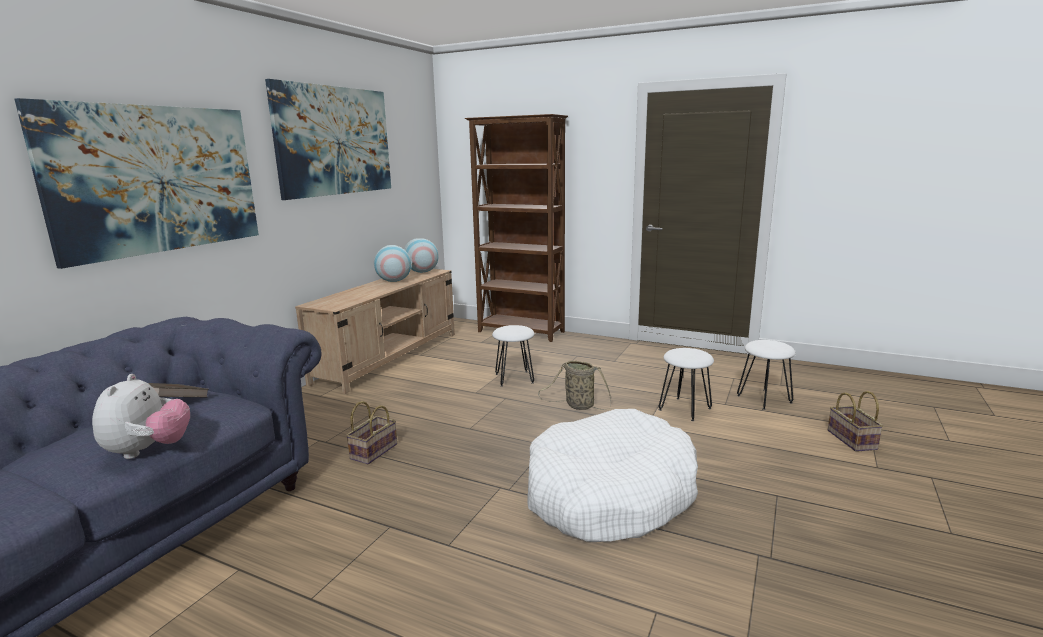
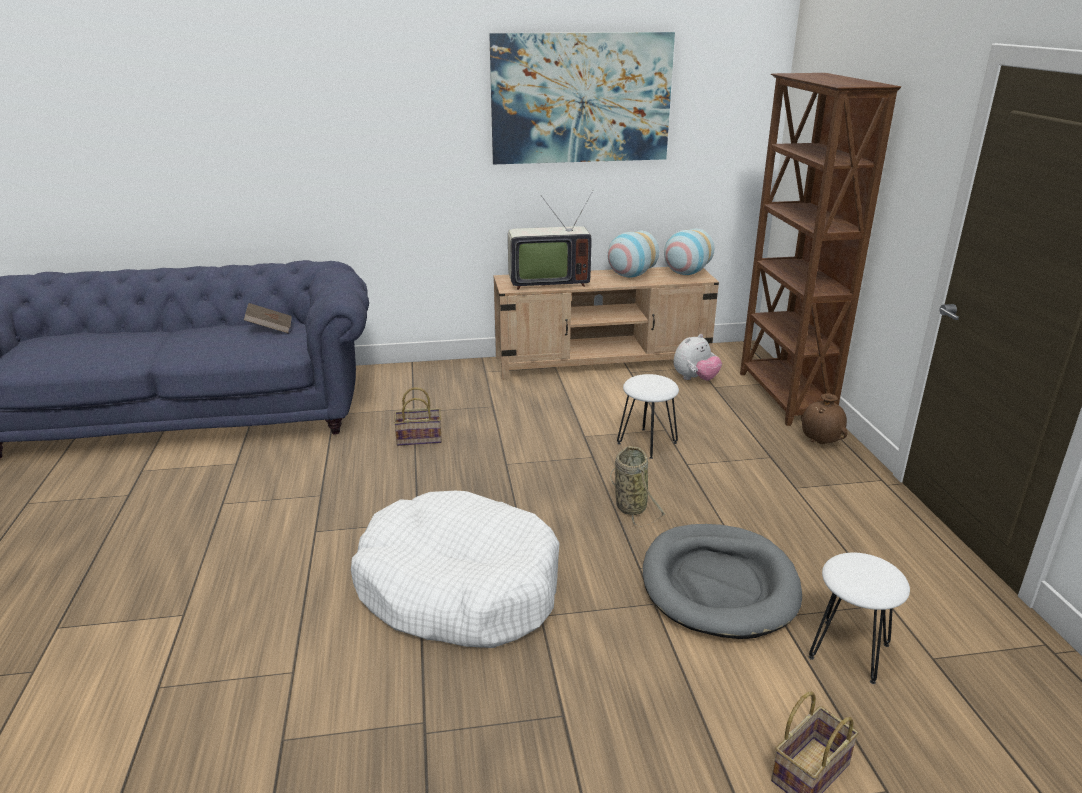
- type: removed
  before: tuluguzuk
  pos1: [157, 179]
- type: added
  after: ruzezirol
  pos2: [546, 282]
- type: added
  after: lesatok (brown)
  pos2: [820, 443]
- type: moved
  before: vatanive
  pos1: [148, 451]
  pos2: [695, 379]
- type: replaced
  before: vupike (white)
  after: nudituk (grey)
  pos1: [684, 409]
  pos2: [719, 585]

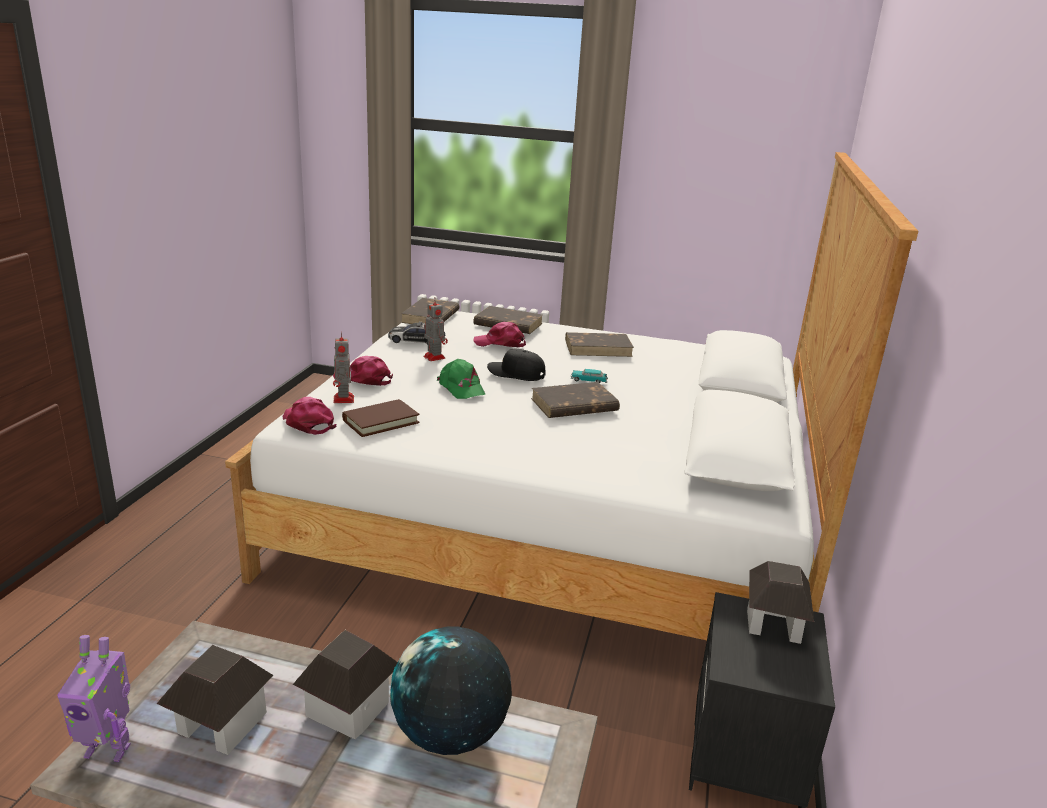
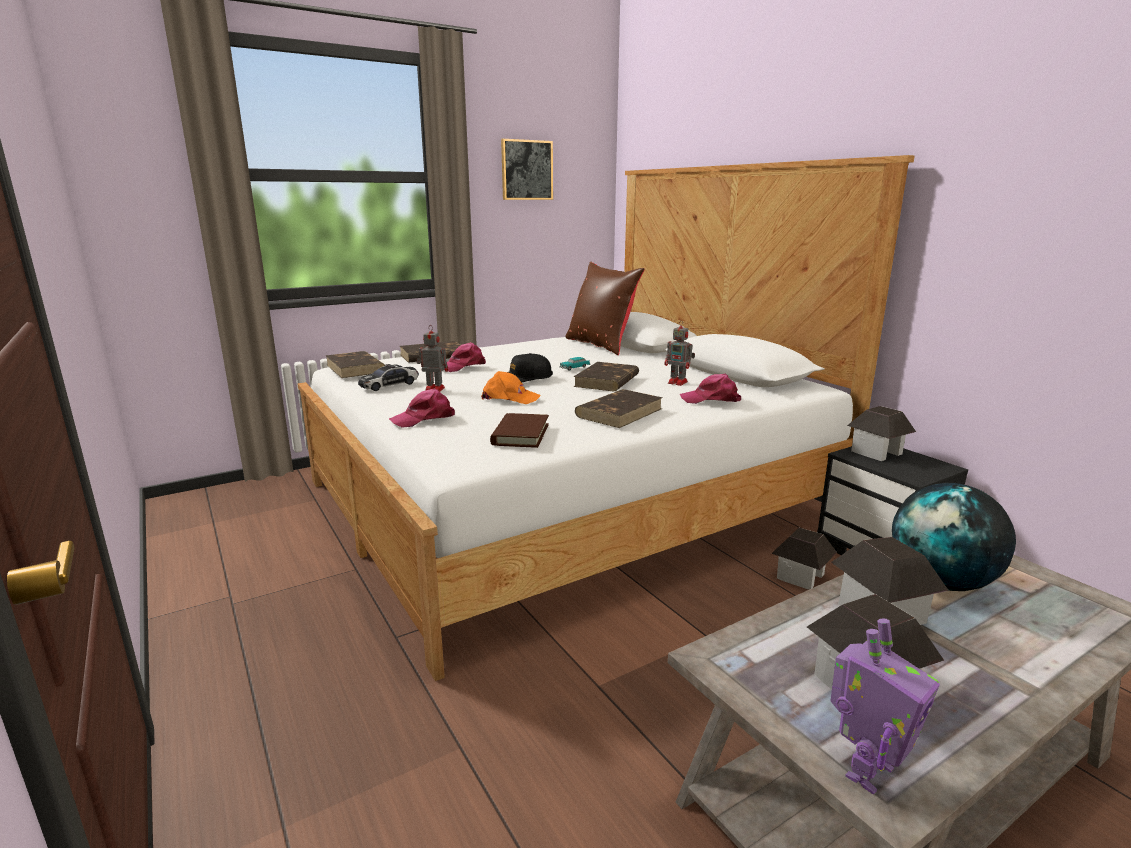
- type: added
  after: tuluguzuk
  pos2: [527, 170]
- type: added
  after: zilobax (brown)
  pos2: [601, 345]
- type: added
  after: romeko
  pos2: [800, 576]
- type: moved
  before: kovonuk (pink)
  pos1: [308, 422]
  pos2: [711, 399]
- type: moved
  before: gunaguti
  pos1: [343, 400]
  pos2: [678, 382]
- type: moved
  before: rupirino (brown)
  pos1: [598, 348]
  pos2: [619, 412]
- type: recoloured
  before: kovonuk (green)
  after: kovonuk (orange)
  pos1: [461, 388]
  pos2: [509, 398]

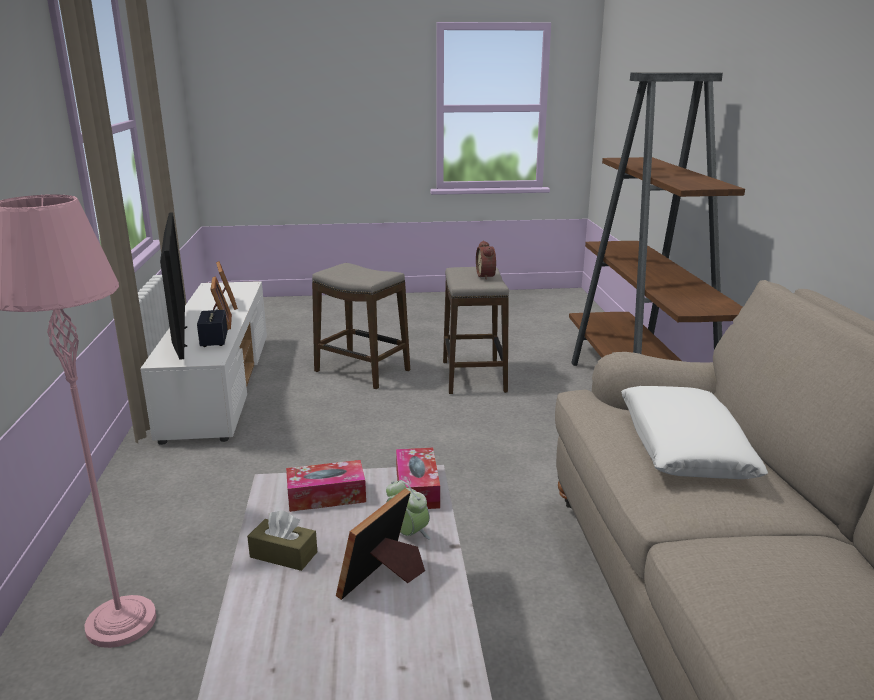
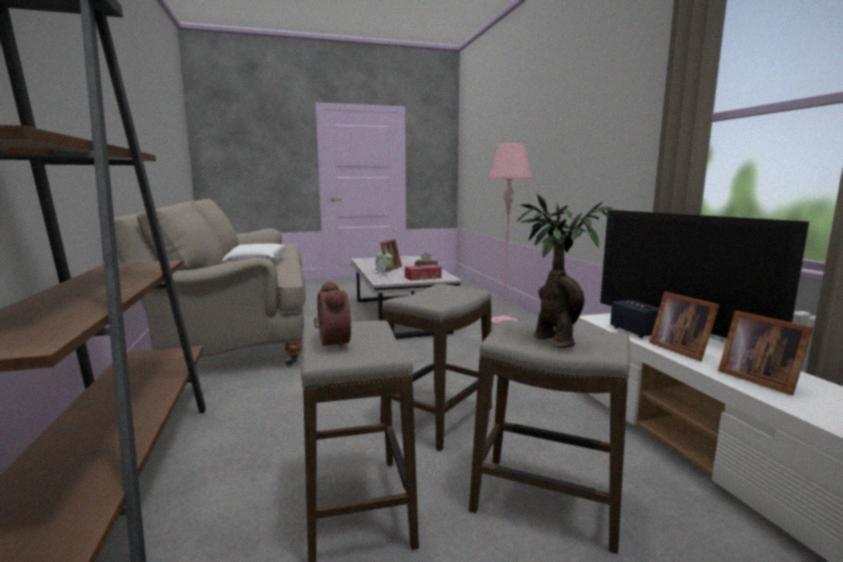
- type: removed
  before: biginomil
  pos1: [417, 488]
- type: added
  after: vupike
  pos2: [438, 418]
- type: added
  after: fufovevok
  pos2: [552, 340]

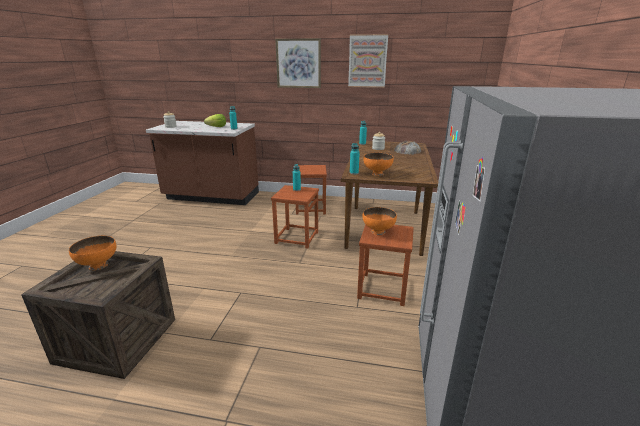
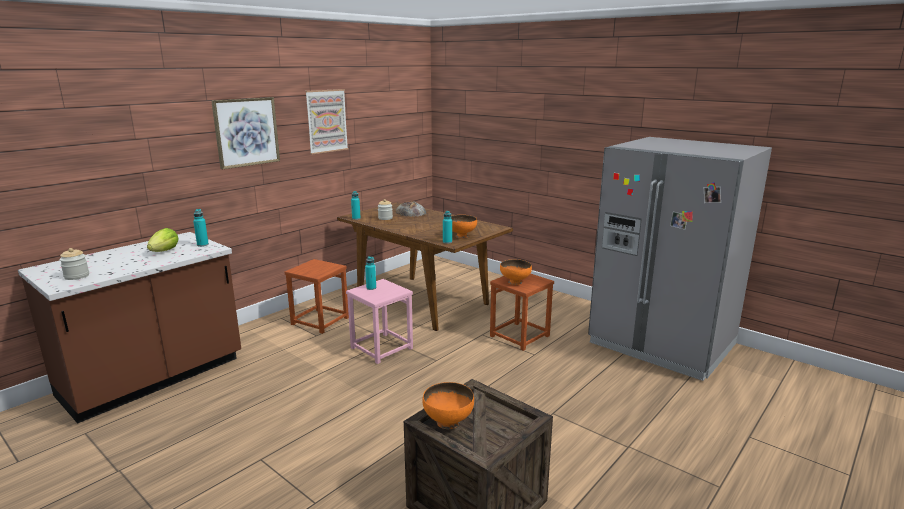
- type: recoloured
  before: vupike (brown)
  after: vupike (pink)
  pos1: [296, 238]
  pos2: [381, 348]

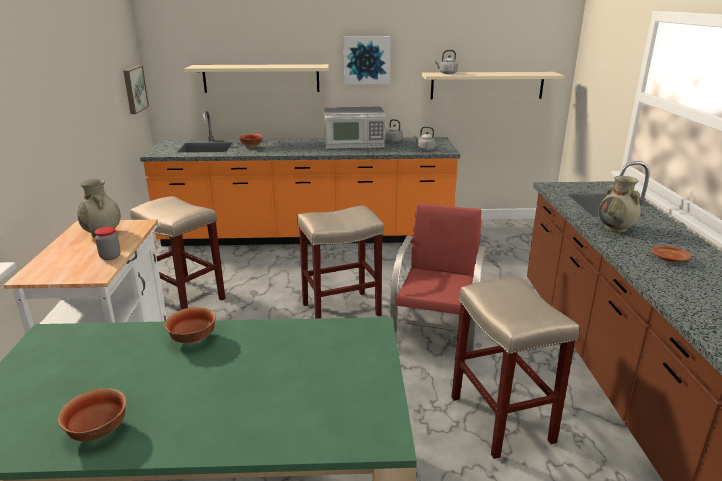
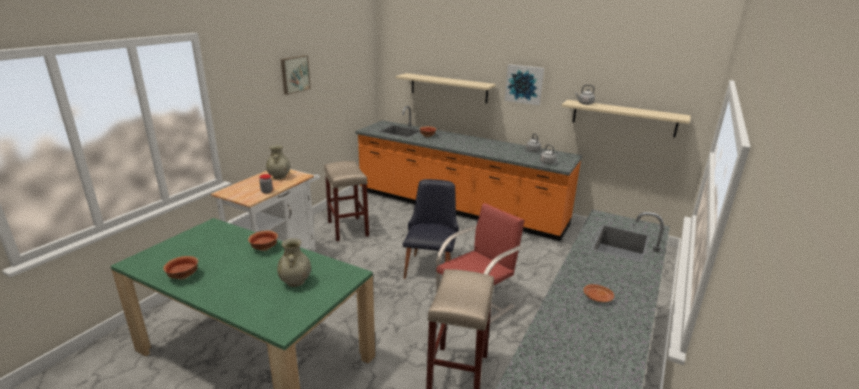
- type: removed
  before: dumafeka
  pos1: [354, 144]
- type: moved
  before: tuluguzuk
  pos1: [134, 89]
  pos2: [294, 74]
- type: moved
  before: lesatok (beige)
  pos1: [616, 228]
  pos2: [295, 282]
- type: replaced
  before: vupike (beige)
  after: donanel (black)
  pos1: [342, 309]
  pos2: [430, 265]

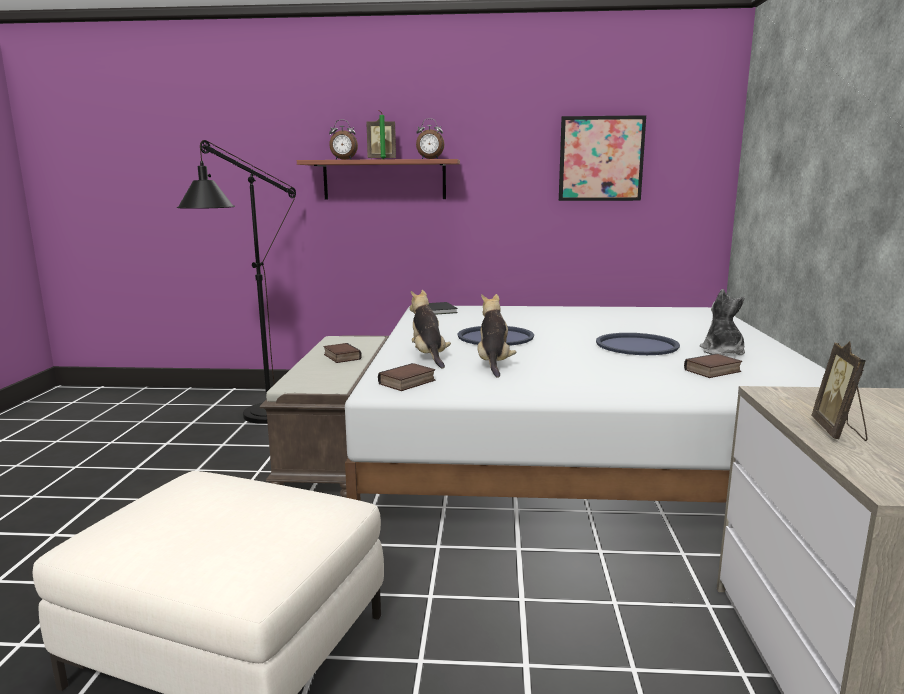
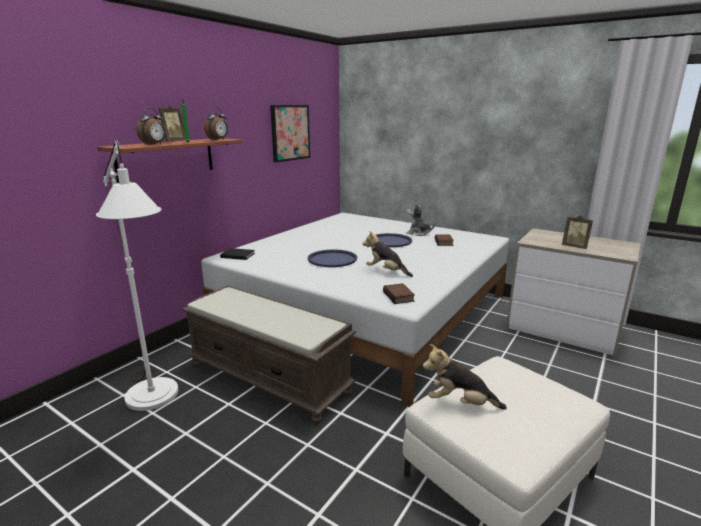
- type: removed
  before: rupirino
  pos1: [340, 357]
- type: moved
  before: vatanive
  pos1: [429, 356]
  pos2: [460, 403]
- type: recoloured
  before: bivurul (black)
  after: bivurul (white)
  pos1: [259, 419]
  pos2: [155, 402]

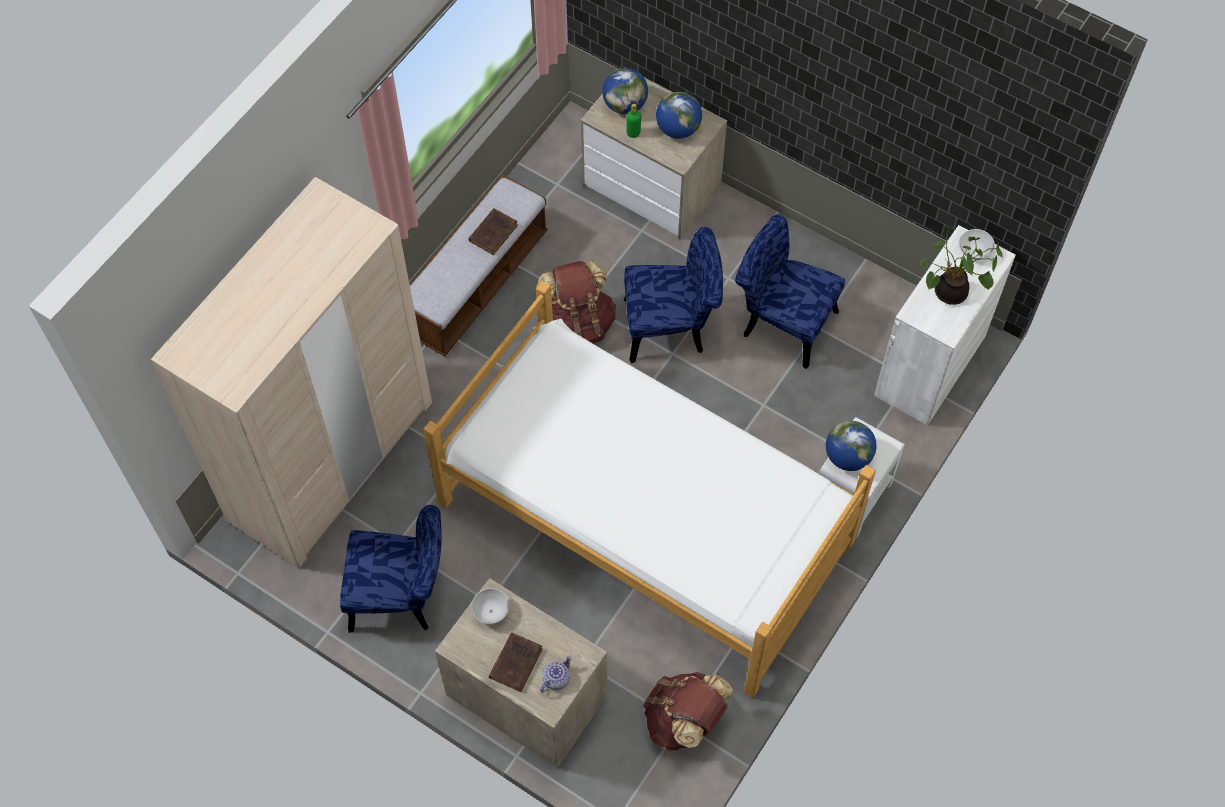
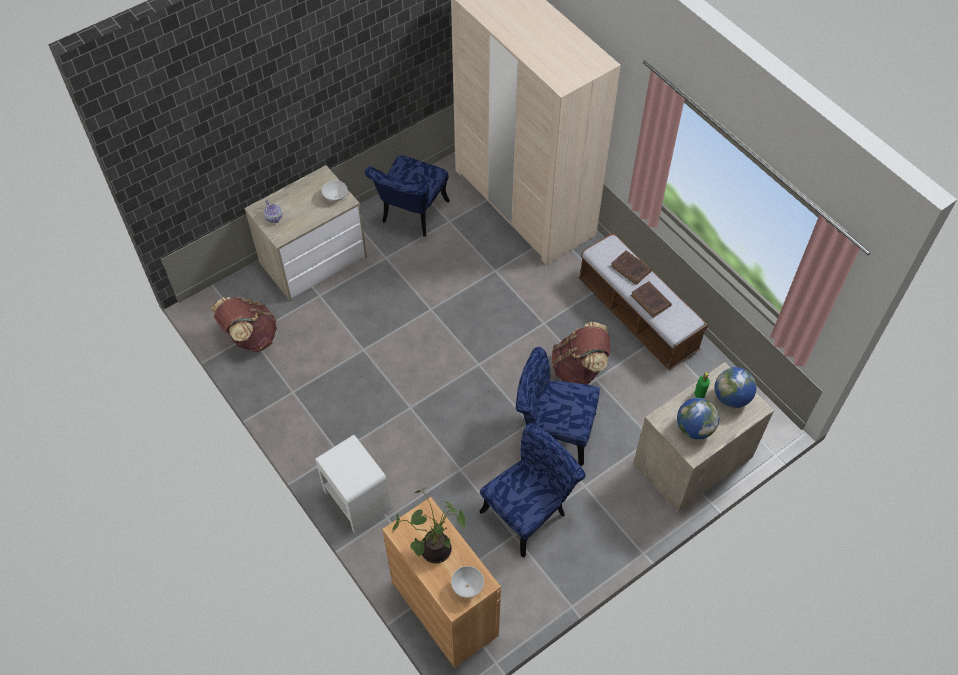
- type: removed
  before: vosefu
  pos1: [645, 523]
- type: removed
  before: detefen
  pos1: [848, 457]
- type: moved
  before: rupirino (brown)
  pos1: [516, 662]
  pos2: [631, 269]
- type: recoloured
  before: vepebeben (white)
  after: vepebeben (brown)
  pos1: [930, 365]
  pos2: [444, 608]
- type: turned
  before: donanel (blue)
  pos1: [672, 327]
  pos2: [553, 430]
  turn: 90

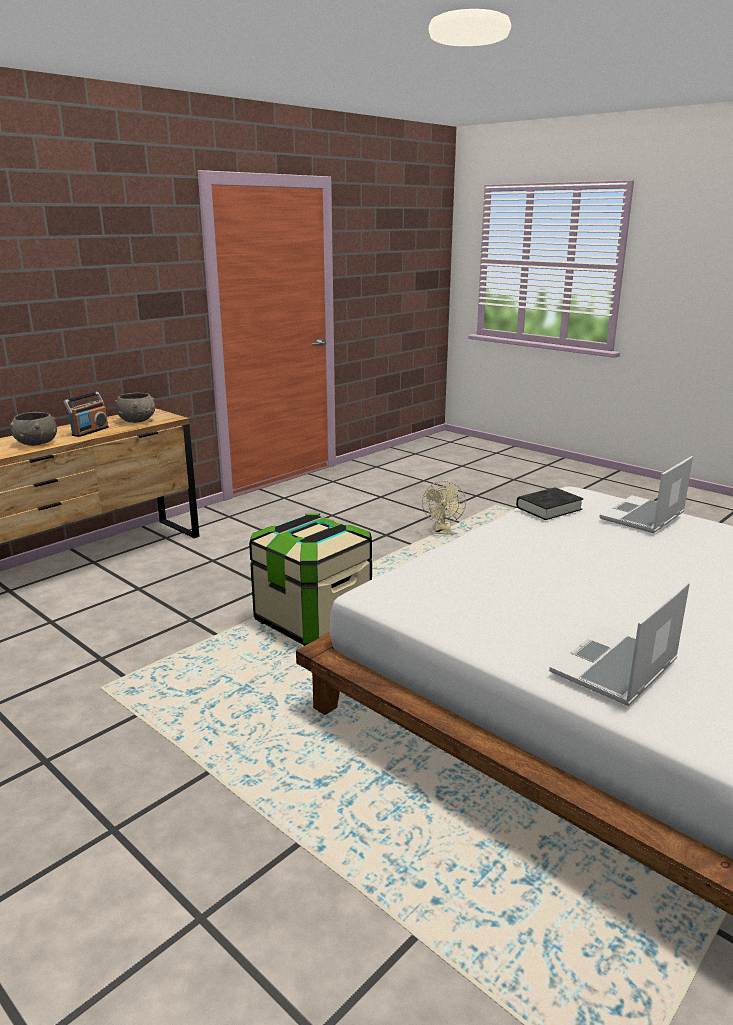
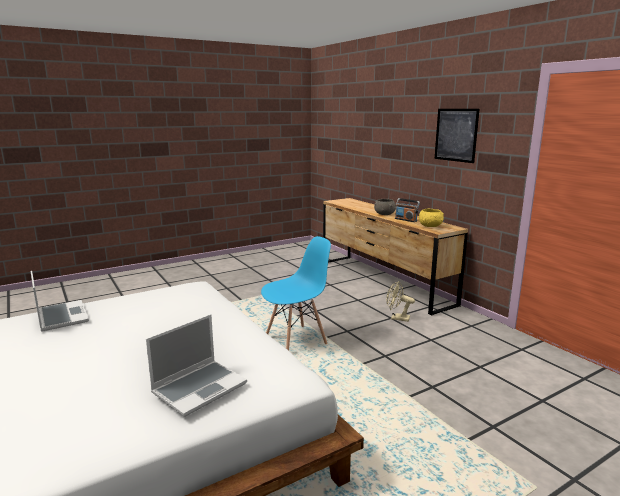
- type: removed
  before: rupirino (black)
  pos1: [549, 508]
- type: added
  after: tuluguzuk
  pos2: [456, 135]
- type: moved
  before: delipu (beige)
  pos1: [443, 532]
  pos2: [397, 318]
- type: replaced
  before: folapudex
  after: donanel (blue)
  pos1: [313, 620]
  pos2: [296, 340]
- type: recoloured
  before: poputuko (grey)
  after: poputuko (yellow)
  pos1: [137, 420]
  pos2: [430, 226]
- type: turned
  before: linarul
  pos1: [643, 517]
  pos2: [200, 388]
  turn: 75

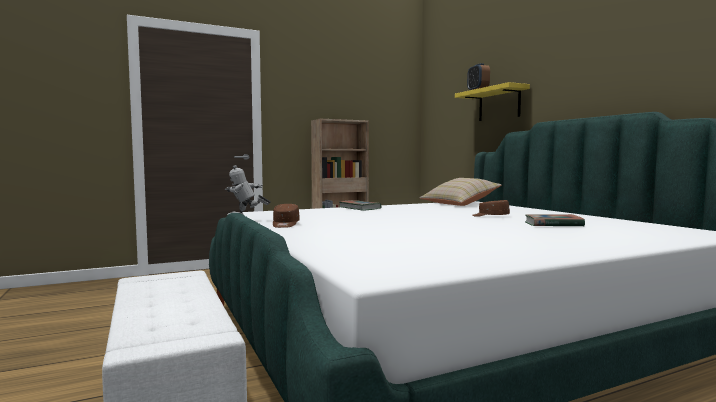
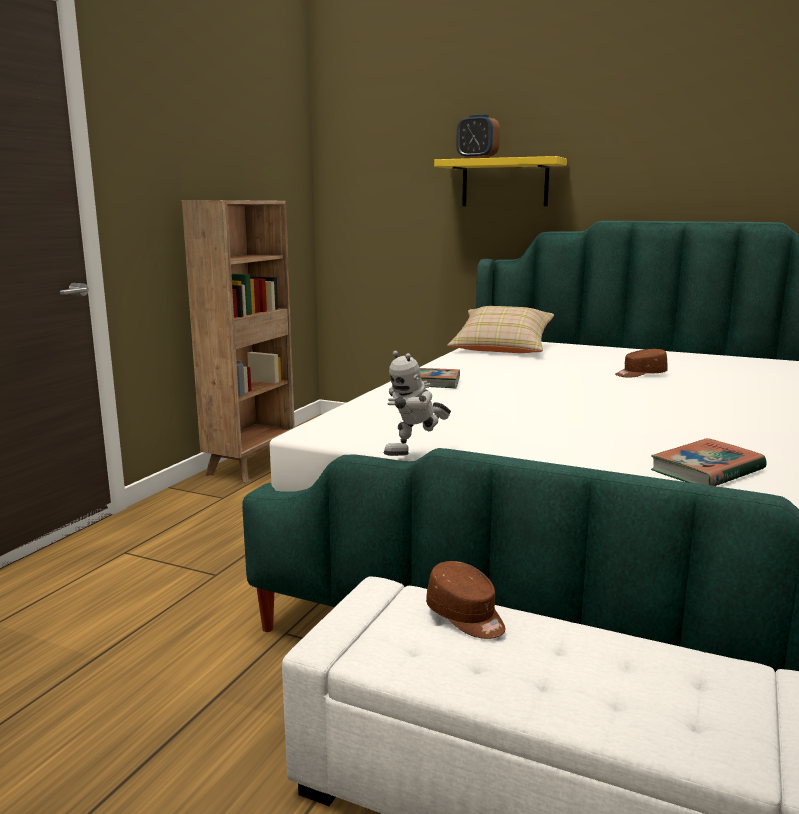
- type: moved
  before: kovonuk (brown)
  pos1: [285, 224]
  pos2: [466, 616]
- type: moved
  before: rupirino
  pos1: [553, 224]
  pos2: [707, 470]

